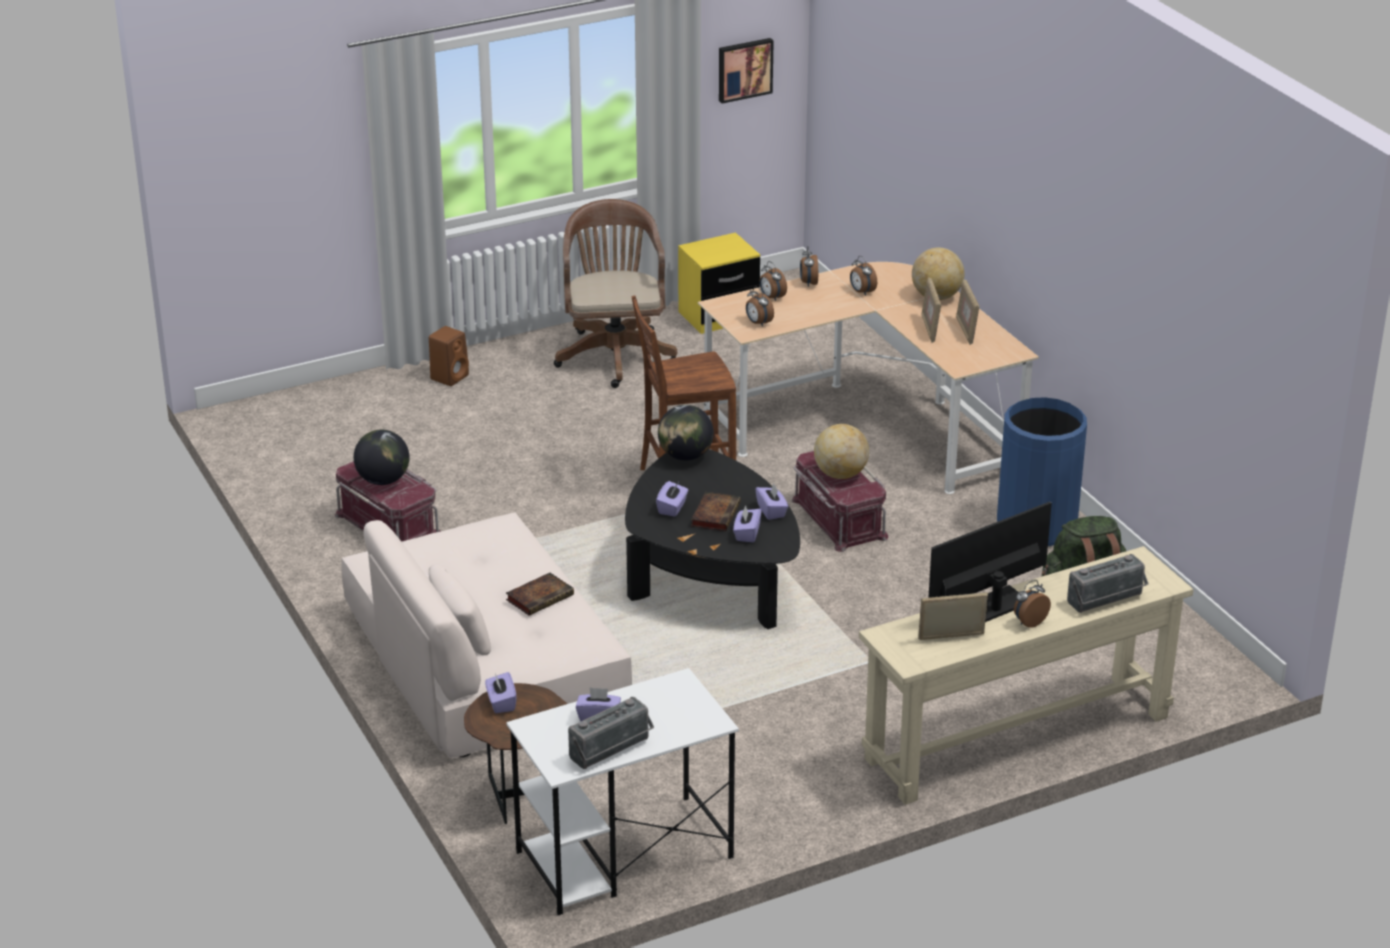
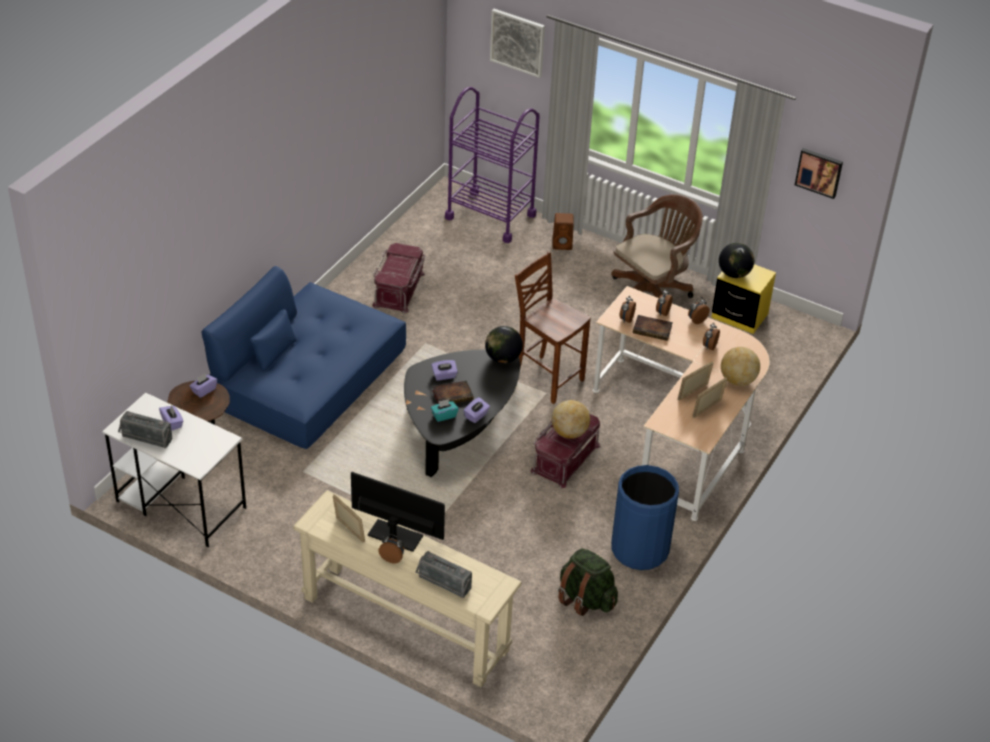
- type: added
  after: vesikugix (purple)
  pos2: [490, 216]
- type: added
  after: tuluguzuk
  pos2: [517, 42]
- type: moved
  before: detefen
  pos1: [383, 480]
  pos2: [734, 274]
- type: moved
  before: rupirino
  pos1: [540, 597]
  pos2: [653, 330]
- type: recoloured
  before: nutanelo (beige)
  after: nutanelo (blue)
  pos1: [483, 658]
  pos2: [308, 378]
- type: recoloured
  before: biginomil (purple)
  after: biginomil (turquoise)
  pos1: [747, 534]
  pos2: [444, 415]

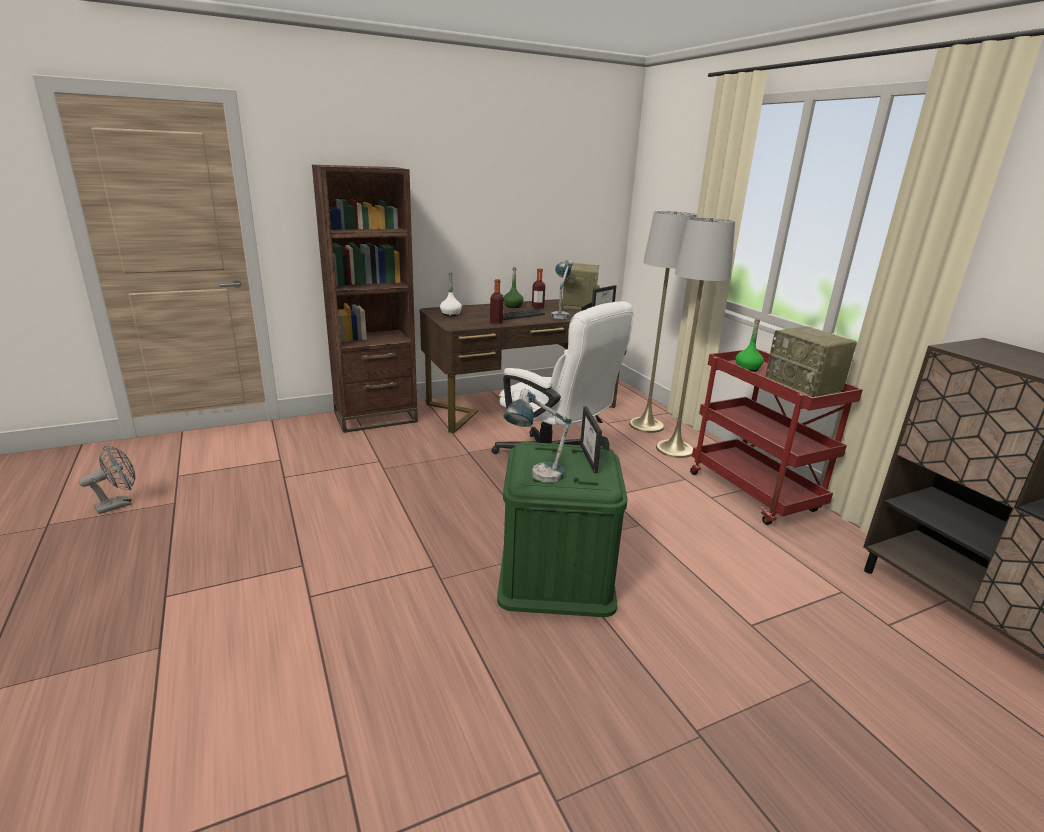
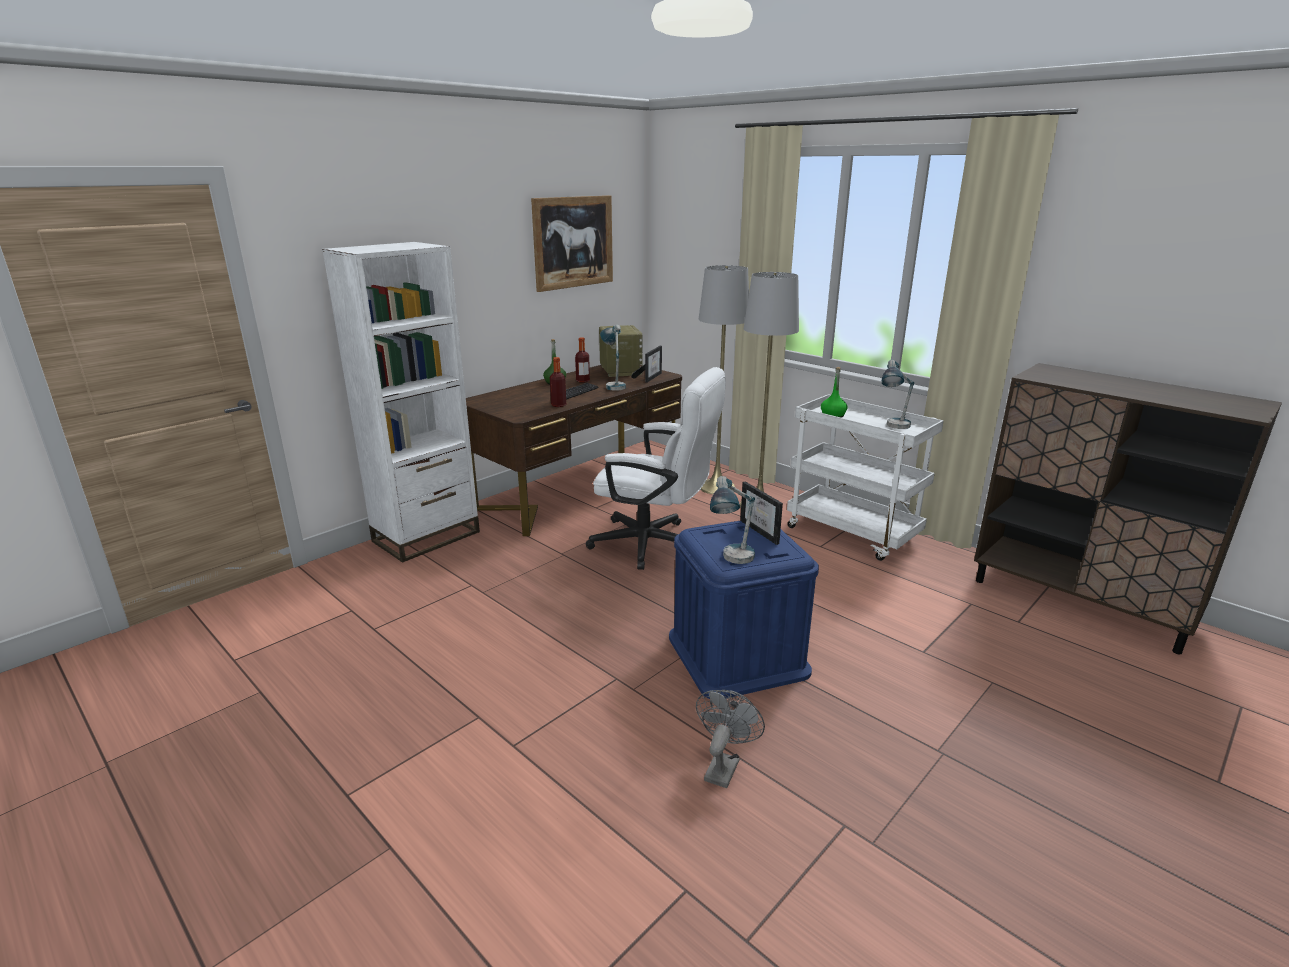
- type: removed
  before: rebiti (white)
  pos1: [450, 314]
- type: added
  after: tuluguzuk
  pos2: [573, 242]
- type: moved
  before: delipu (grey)
  pos1: [119, 504]
  pos2: [723, 765]
- type: replaced
  before: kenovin
  after: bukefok
  pos1: [804, 388]
  pos2: [893, 427]
- type: recoloured
  before: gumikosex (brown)
  after: gumikosex (white)
  pos1: [375, 417]
  pos2: [426, 536]
- type: recoloured
  before: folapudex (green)
  after: folapudex (blue)
  pos1: [556, 574]
  pos2: [737, 654]
- type: recoloured
  before: vesikugix (red)
  after: vesikugix (white)
  pos1: [754, 493]
  pos2: [853, 534]

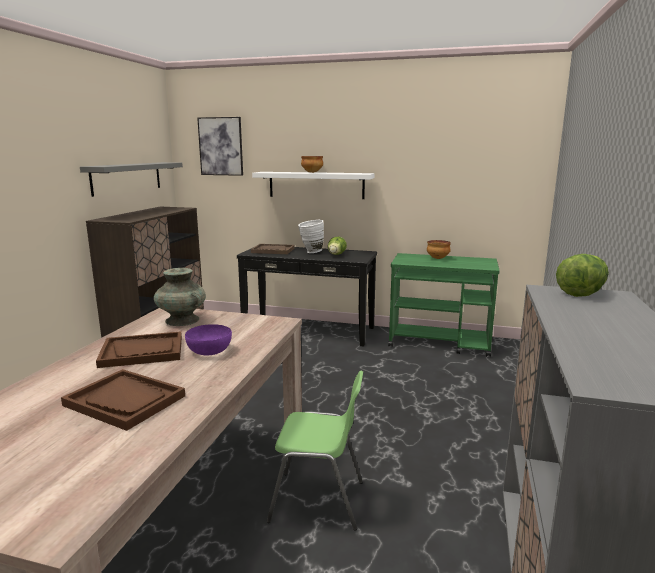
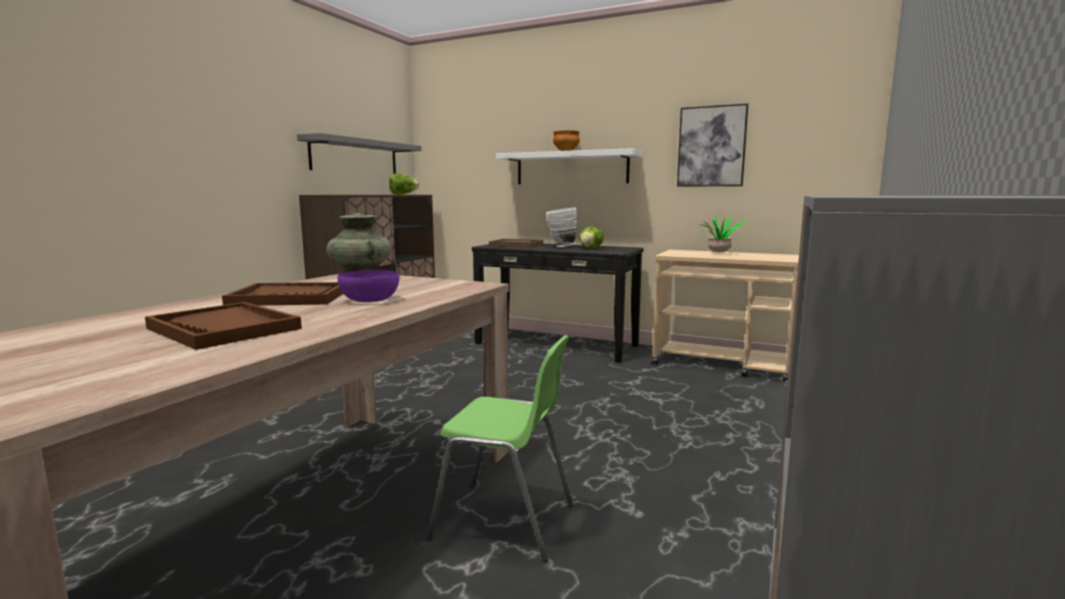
- type: moved
  before: tuluguzuk
  pos1: [221, 146]
  pos2: [711, 146]
- type: moved
  before: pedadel
  pos1: [582, 293]
  pos2: [403, 194]
- type: replaced
  before: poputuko
  after: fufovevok
  pos1: [437, 258]
  pos2: [719, 253]
- type: recoloured
  before: vesikugix (green)
  after: vesikugix (beige)
  pos1: [440, 343]
  pos2: [722, 364]

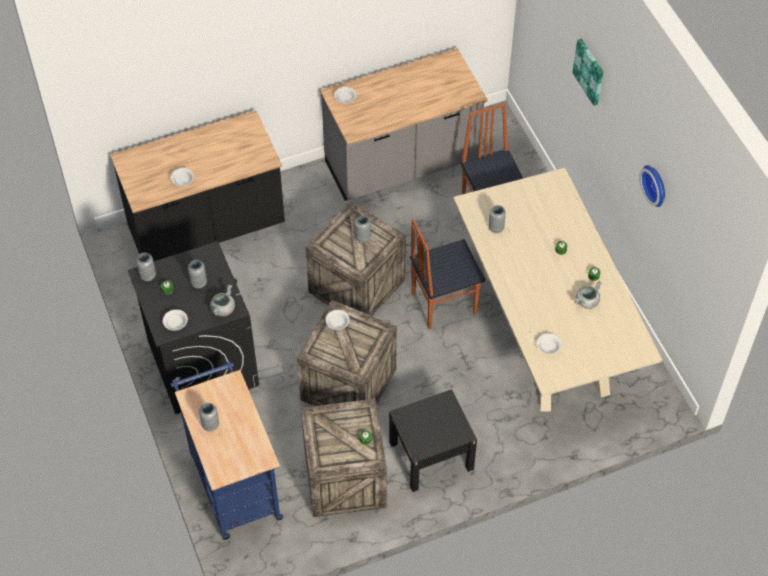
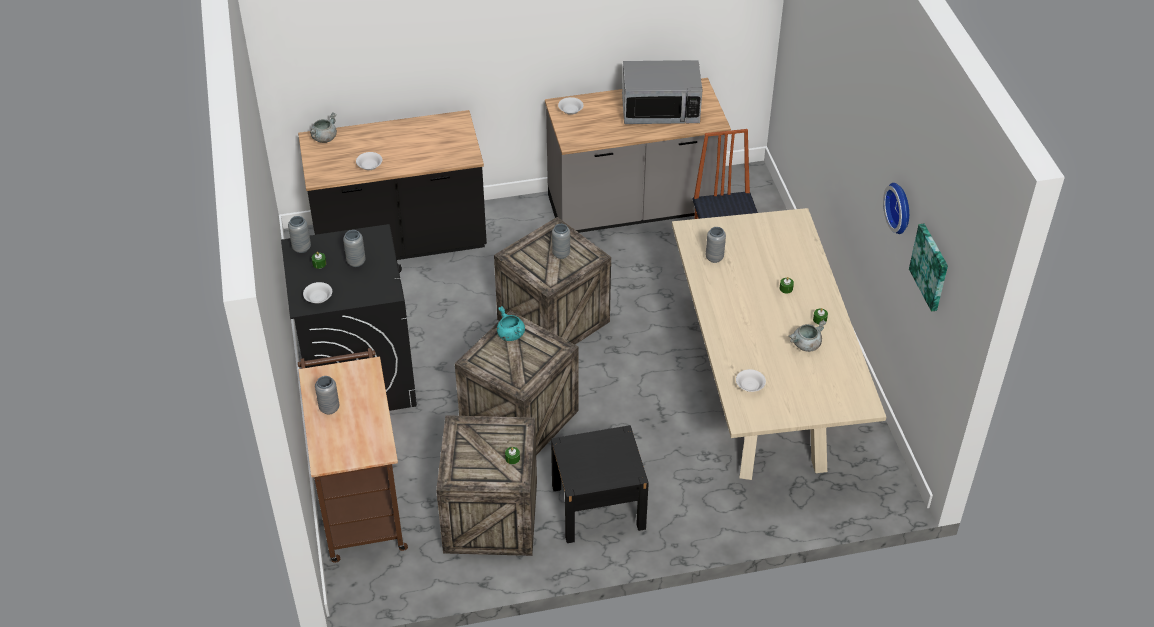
- type: removed
  before: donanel
  pos1: [442, 303]
- type: added
  after: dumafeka
  pos2: [660, 110]
- type: moved
  before: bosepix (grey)
  pos1: [223, 309]
  pos2: [324, 138]
- type: moved
  before: tuluguzuk
  pos1: [590, 71]
  pos2: [931, 267]
- type: replaced
  before: poputuko (white)
  after: bosepix (turquoise)
  pos1: [337, 323]
  pos2: [510, 334]
- type: recoloured
  before: vesikugix (blue)
  after: vesikugix (brown)
  pos1: [233, 481]
  pos2: [360, 501]

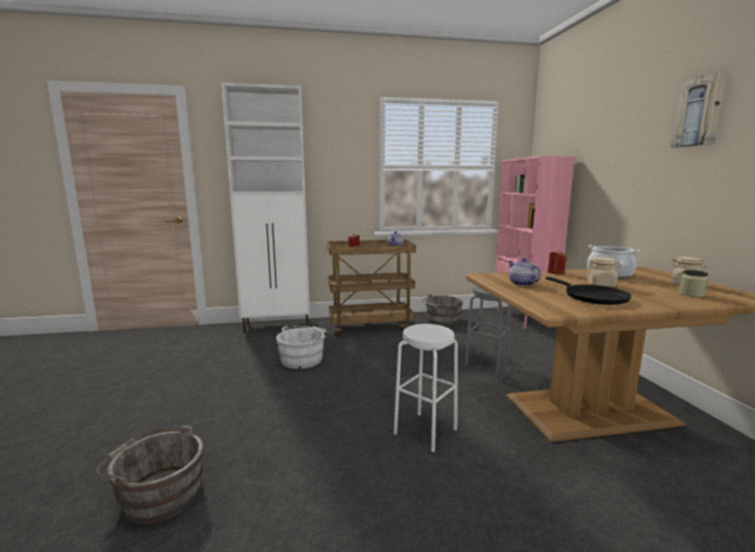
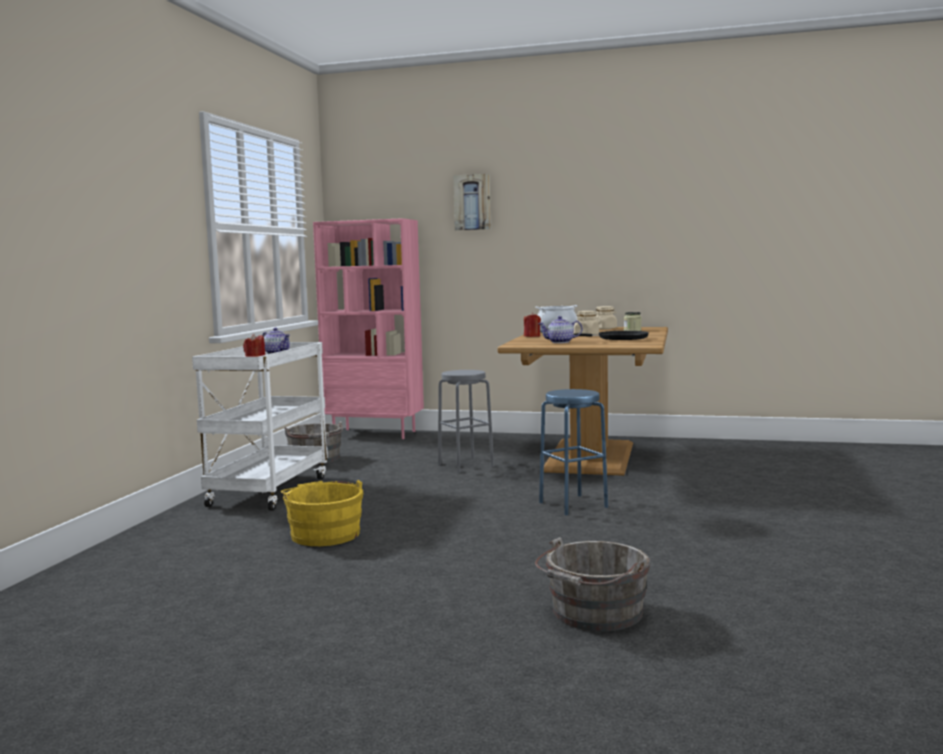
- type: removed
  before: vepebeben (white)
  pos1: [278, 325]
- type: moved
  before: tuluguzuk
  pos1: [699, 112]
  pos2: [472, 202]
- type: recoloured
  before: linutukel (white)
  after: linutukel (yellow)
  pos1: [303, 359]
  pos2: [324, 533]
- type: recoloured
  before: vesikugix (brown)
  after: vesikugix (white)
  pos1: [370, 326]
  pos2: [269, 490]
- type: recoloured
  before: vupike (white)
  after: vupike (blue)
  pos1: [425, 431]
  pos2: [573, 505]

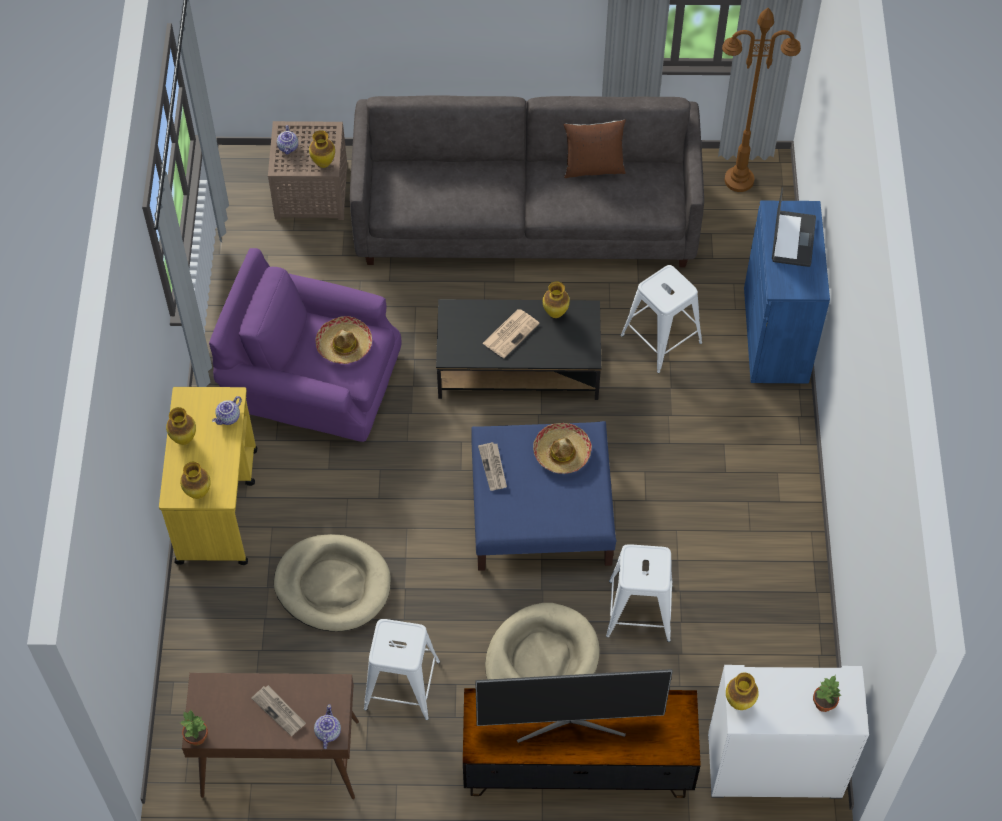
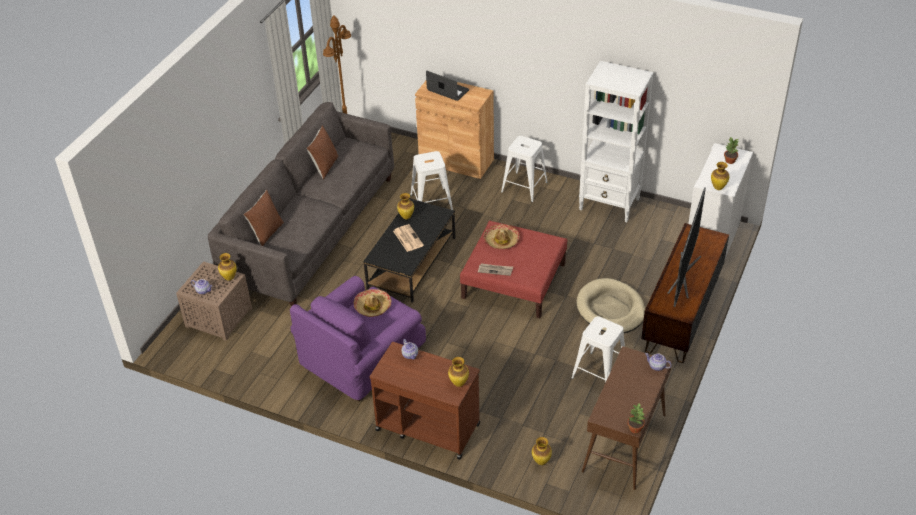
- type: removed
  before: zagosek
  pos1: [279, 711]
- type: removed
  before: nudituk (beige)
  pos1: [333, 585]
- type: added
  after: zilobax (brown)
  pos2: [266, 233]
- type: added
  after: gumikosex (white)
  pos2: [610, 204]
- type: moved
  before: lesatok
  pos1: [184, 440]
  pos2: [541, 461]
- type: moved
  before: vupike (white)
  pos1: [639, 610]
  pos2: [524, 187]
- type: recoloured
  before: vesikugix (yellow)
  after: vesikugix (brown)
  pos1: [217, 505]
  pos2: [427, 427]
- type: recoloured
  before: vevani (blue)
  after: vevani (red)
  pos1: [542, 510]
  pos2: [514, 281]
- type: recoloured
  before: vepebeben (blue)
  after: vepebeben (brown)
  pos1: [775, 335]
  pos2: [456, 161]

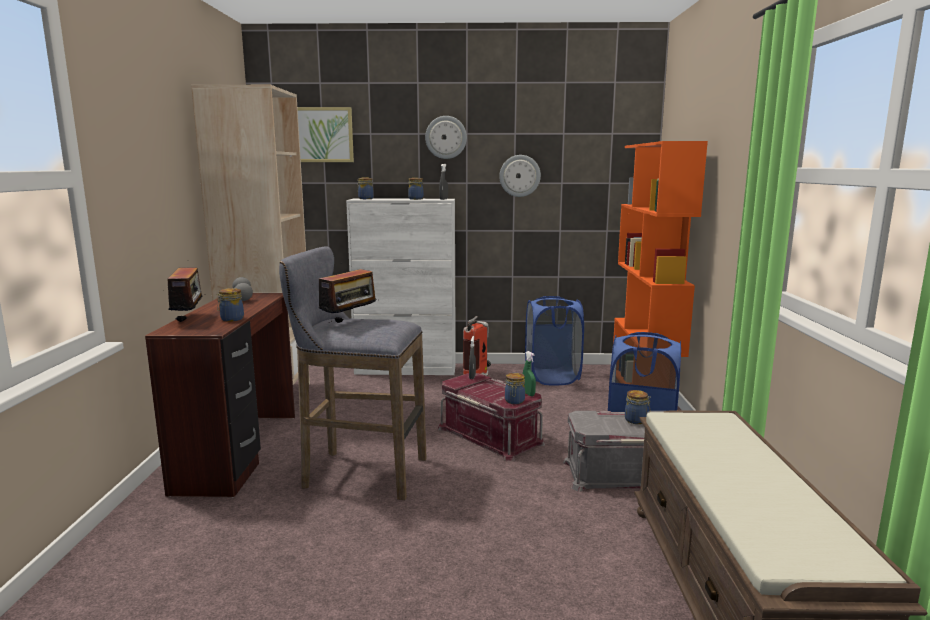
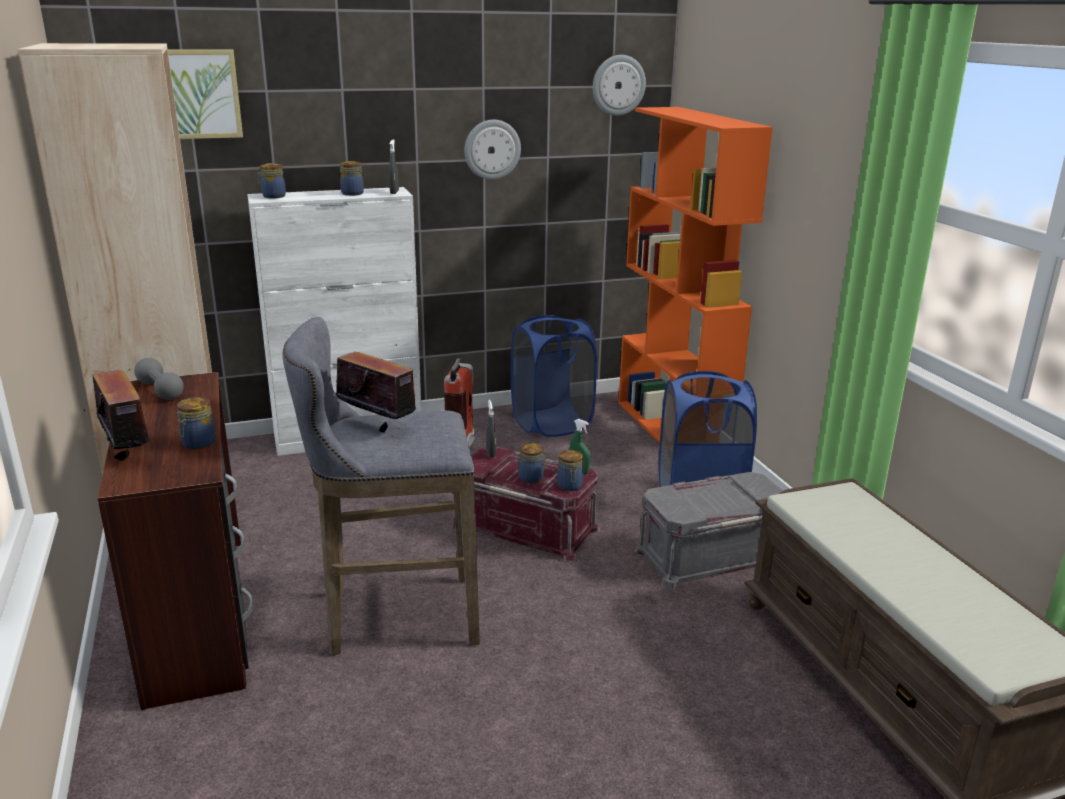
- type: moved
  before: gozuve
  pos1: [446, 137]
  pos2: [618, 85]
- type: moved
  before: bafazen
  pos1: [636, 420]
  pos2: [532, 478]
- type: turned
  before: kenovin
  pos1: [350, 321]
  pos2: [378, 425]
  turn: -75

